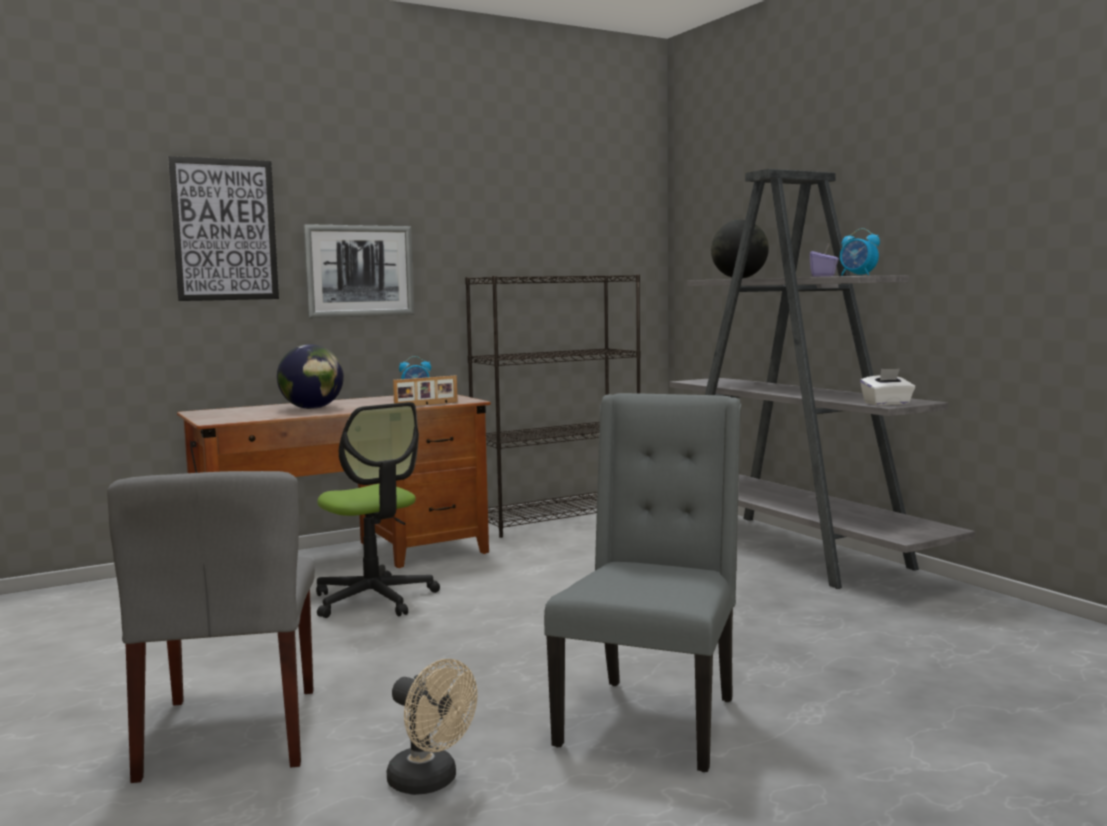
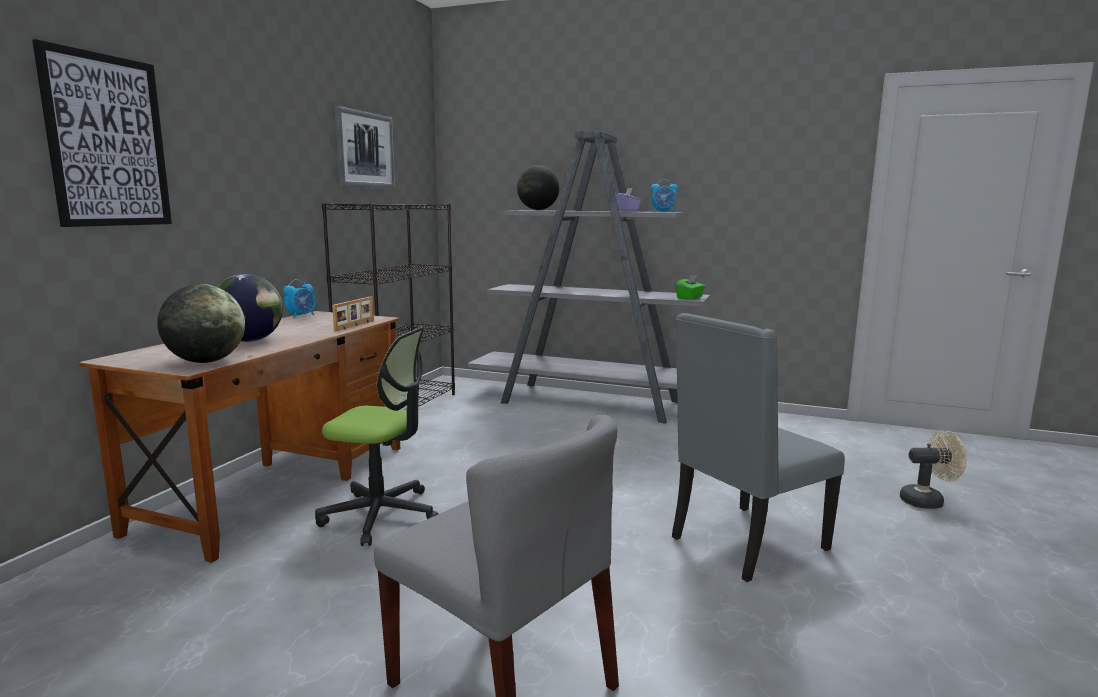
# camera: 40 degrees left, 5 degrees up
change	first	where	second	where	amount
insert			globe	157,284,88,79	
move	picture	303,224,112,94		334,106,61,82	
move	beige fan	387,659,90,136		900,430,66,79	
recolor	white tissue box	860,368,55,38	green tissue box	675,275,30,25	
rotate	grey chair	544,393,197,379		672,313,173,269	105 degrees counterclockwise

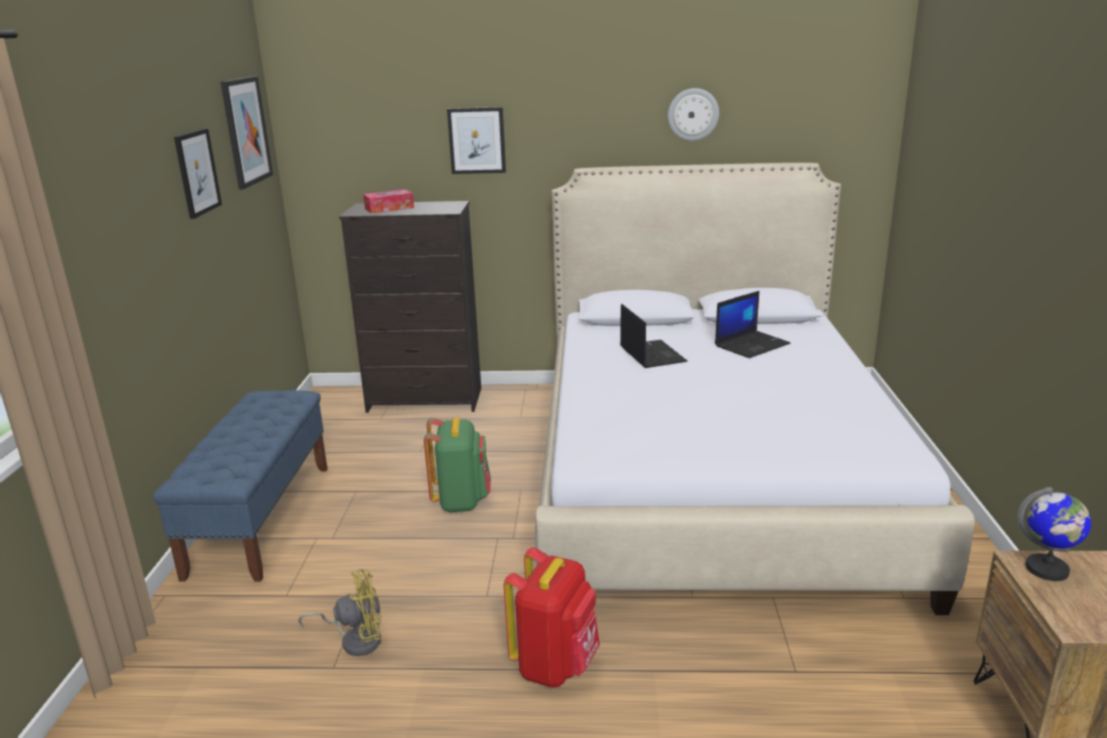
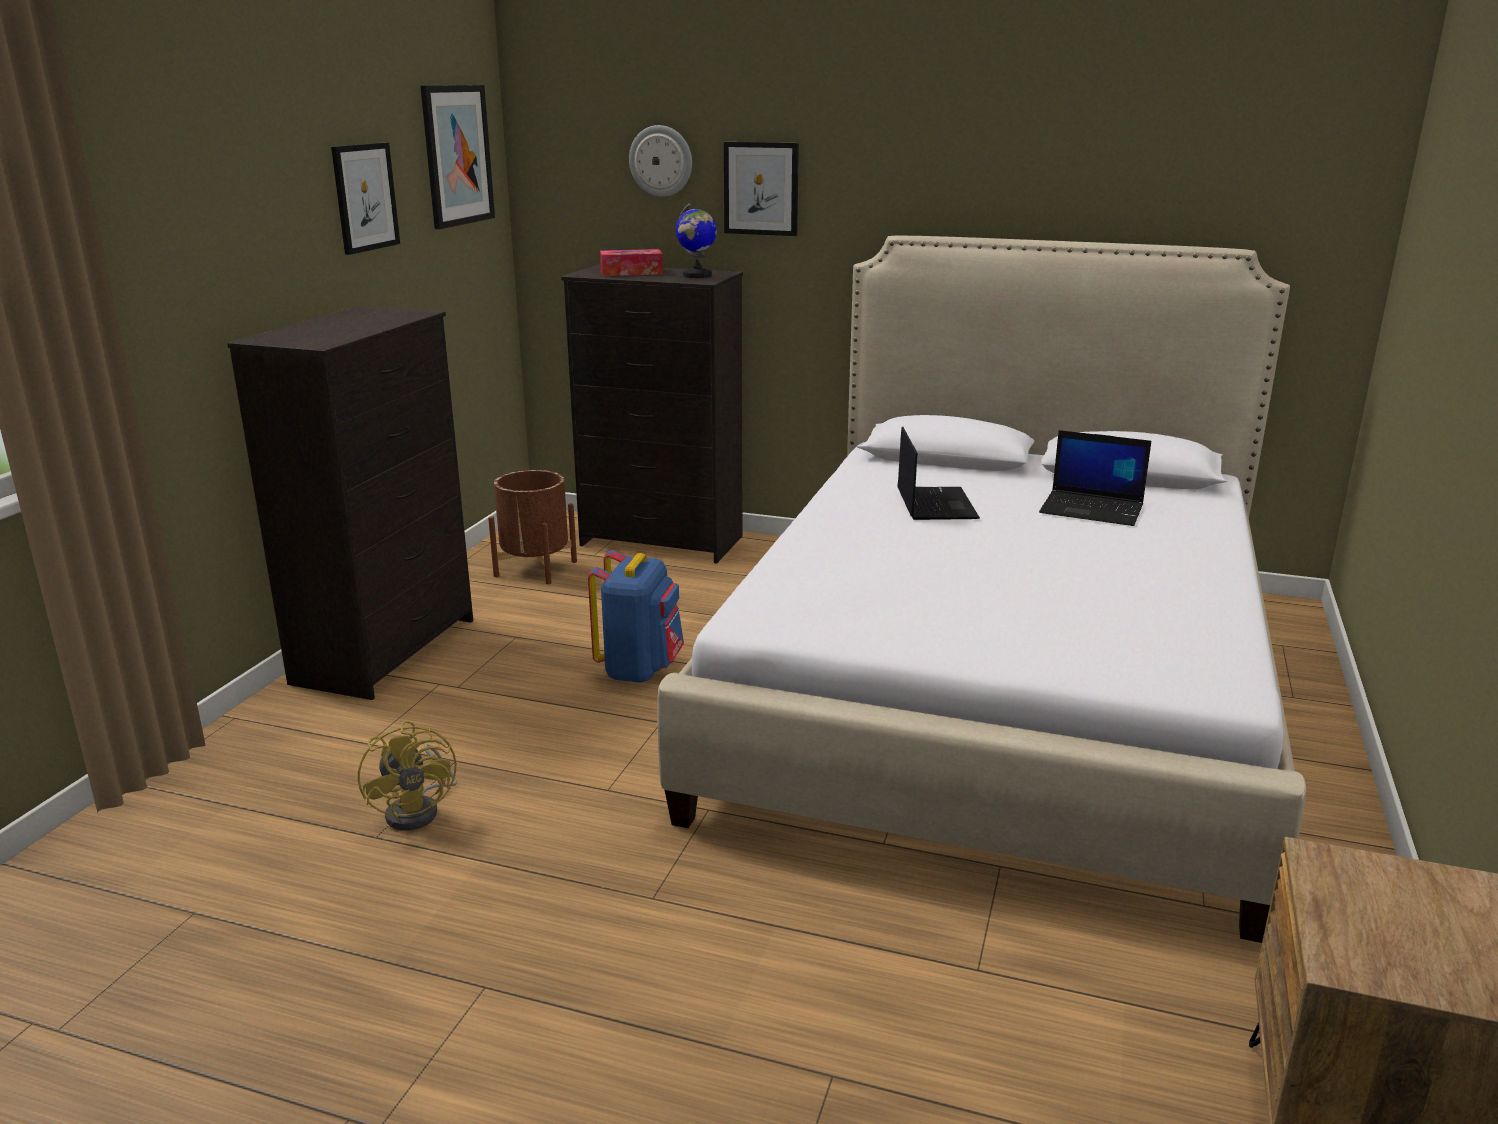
# camera: 15 degrees right, 0 degrees up
change	first	where	second	where	amount
delete	red backpack	504,547,96,141			
insert			brown planter	488,470,89,114	
move	wall clock	668,88,51,53		629,125,63,72	
move	globe	1018,487,73,94		676,203,41,75	
replace	blue bench	153,390,174,192	black dresser	227,306,246,394	
recolor	green backpack	424,417,67,95	blue backpack	588,550,96,133	
rotate	yellow fan	298,569,83,87		358,721,99,110	60 degrees clockwise
rotate	laptop	715,291,75,67		1039,430,112,96	45 degrees clockwise

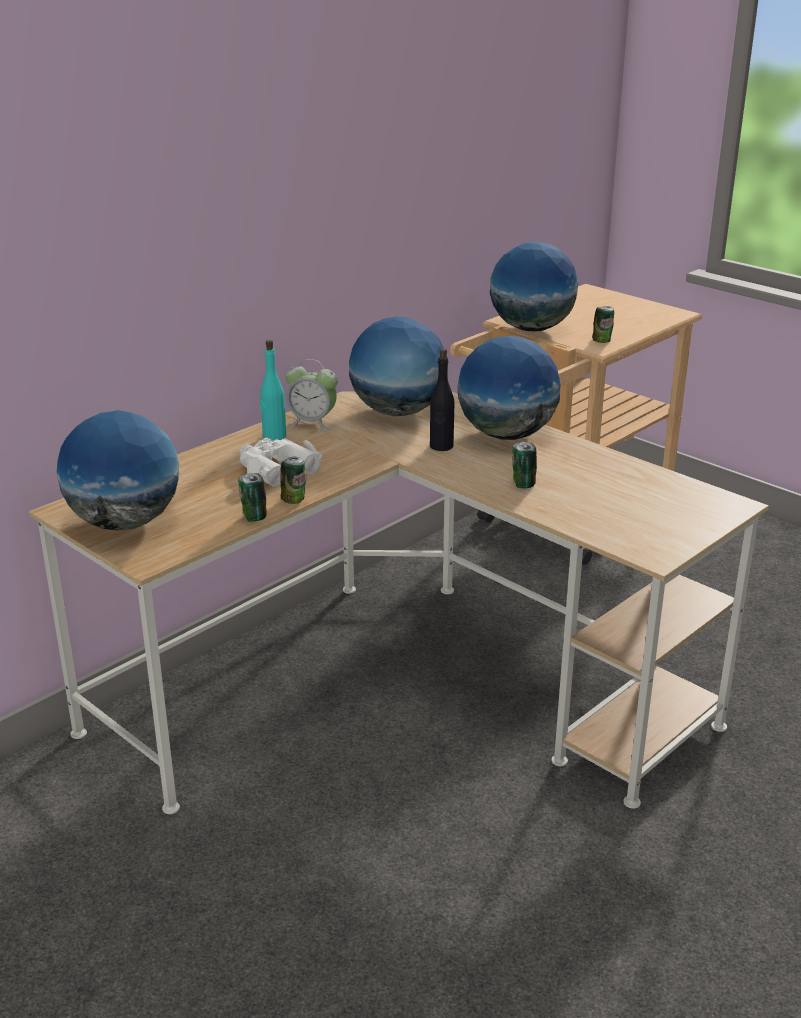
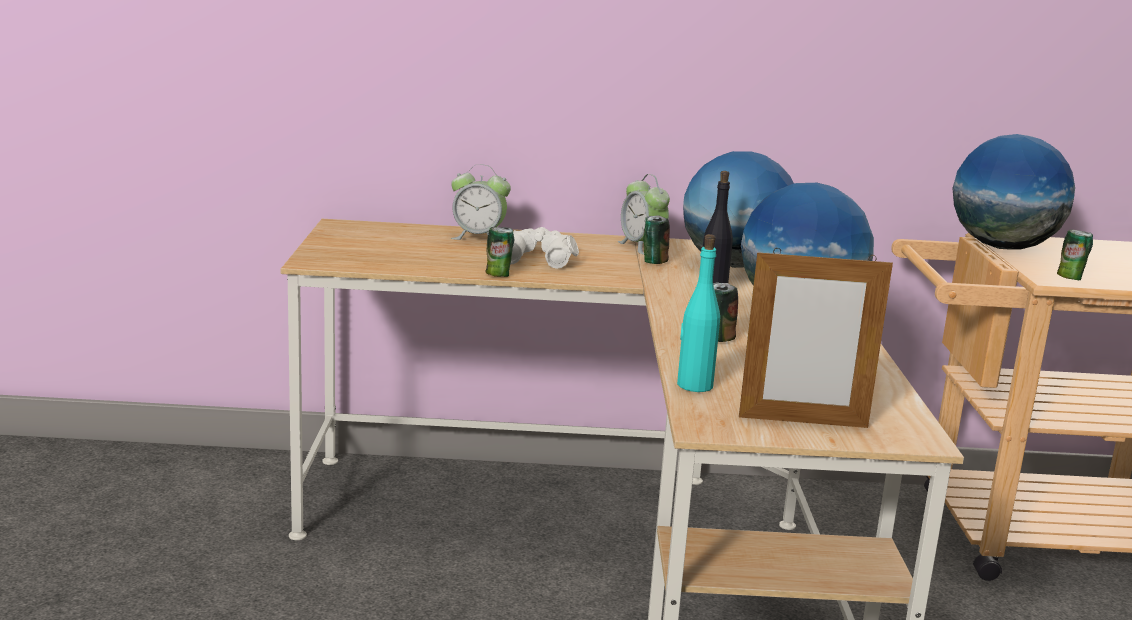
# camera: 45 degrees right, 10 degrees down
change	first	where	second	where	amount
delete	globe	57,410,122,120			
insert			alarm clock	451,164,60,76	
insert			picture frame	739,248,154,180	
move	can	238,473,29,49		643,215,27,49	
move	turquoise bottle	260,340,26,101		677,234,43,158	

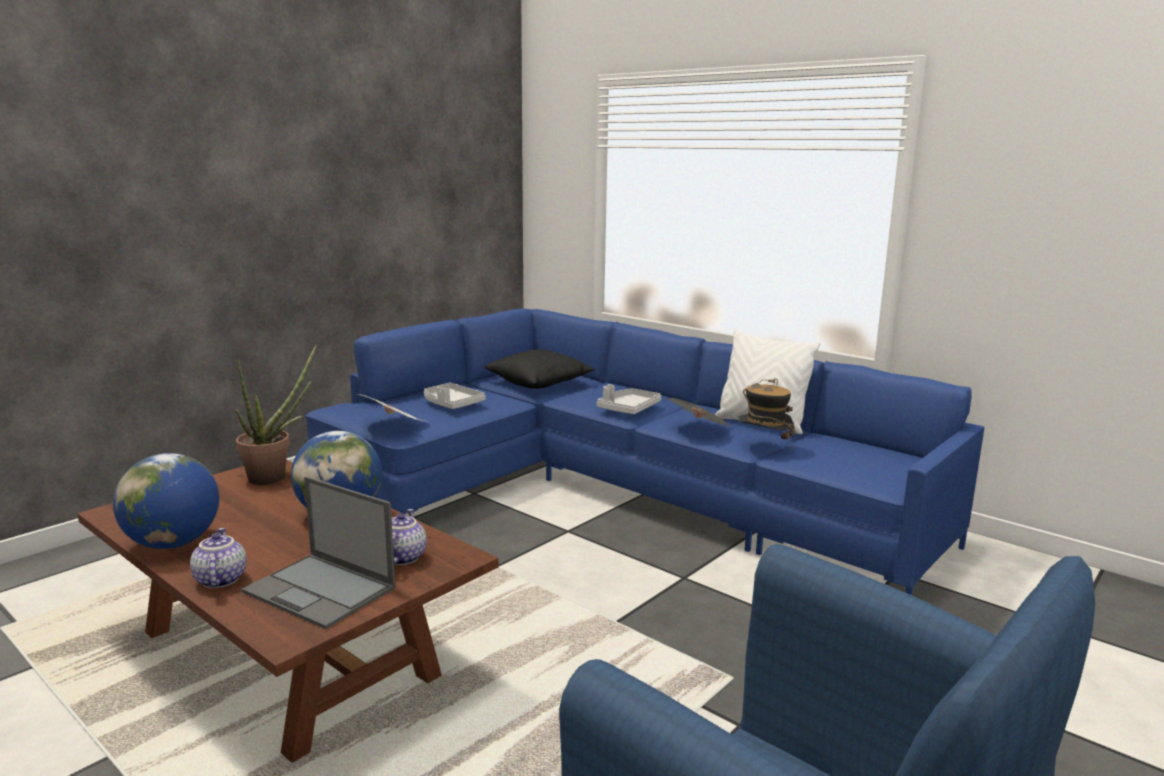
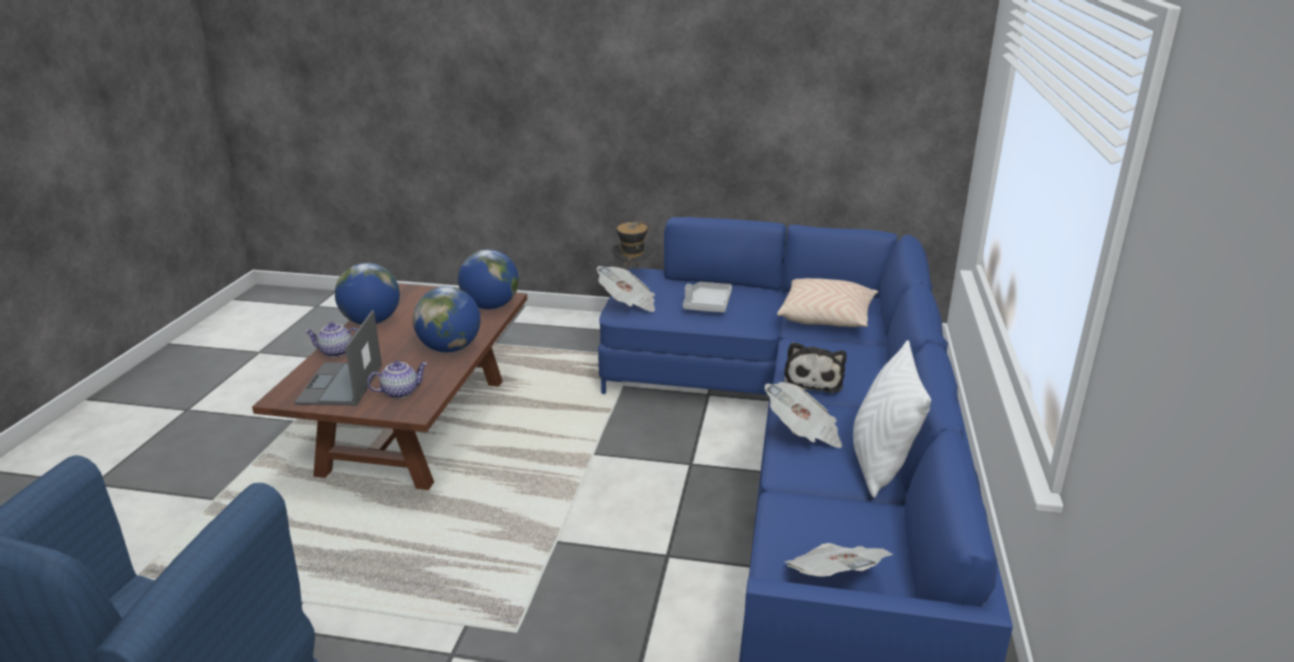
# camera: 60 degrees right, 10 degrees up
change	first	where	second	where	amount
insert			newspaper	785,543,108,34	
move	hat	738,379,57,72		612,220,41,59	
replace	potted plant	235,344,82,141	globe	458,249,61,60	
replace	grey tray	597,384,64,30	plush toy	784,342,62,51	
recolor	black pillow	485,349,110,40	beige pillow	777,278,101,49	
rotate	teapot	190,528,57,60		305,322,53,35	135 degrees counterclockwise

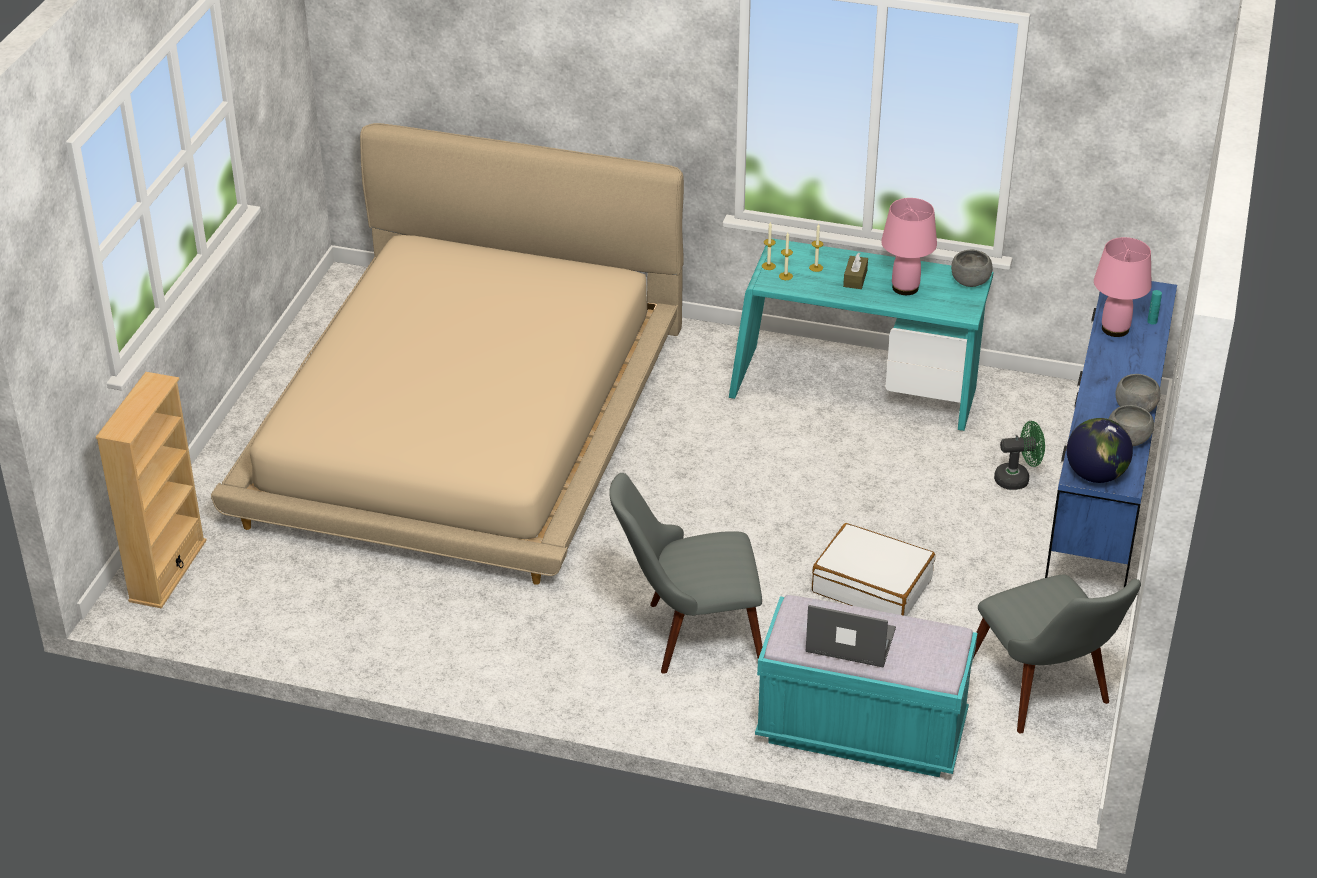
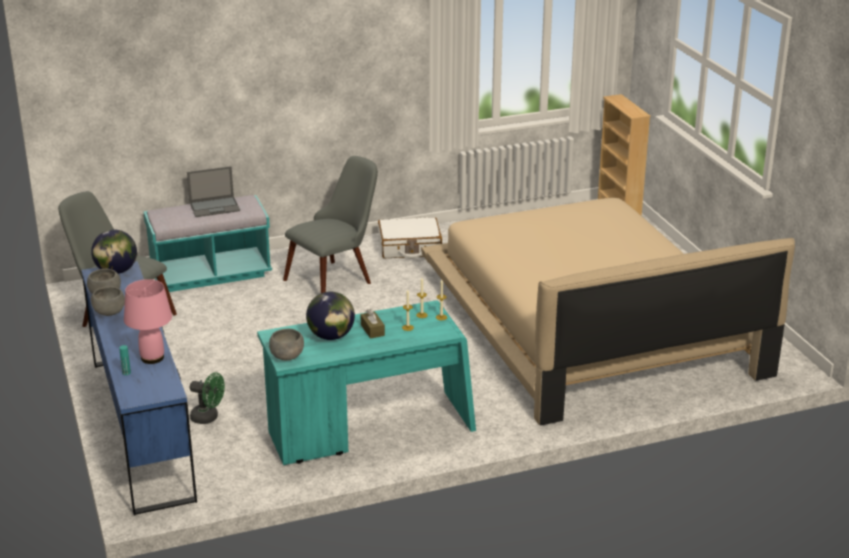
# camera: 145 degrees right, 10 degrees down
change	first	where	second	where	amount
move	white suitcase	812,523,123,93		378,217,64,42	
replace	pink table lamp	881,198,56,97	globe	306,292,49,48	
rotate	green fan	994,421,51,69		190,372,35,52	120 degrees counterclockwise

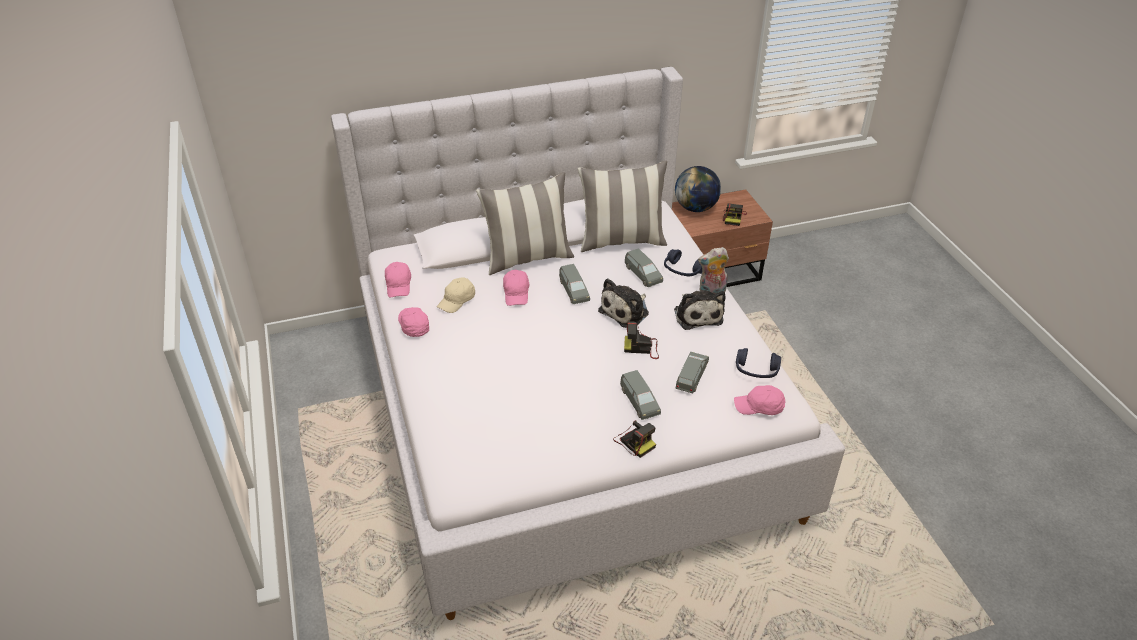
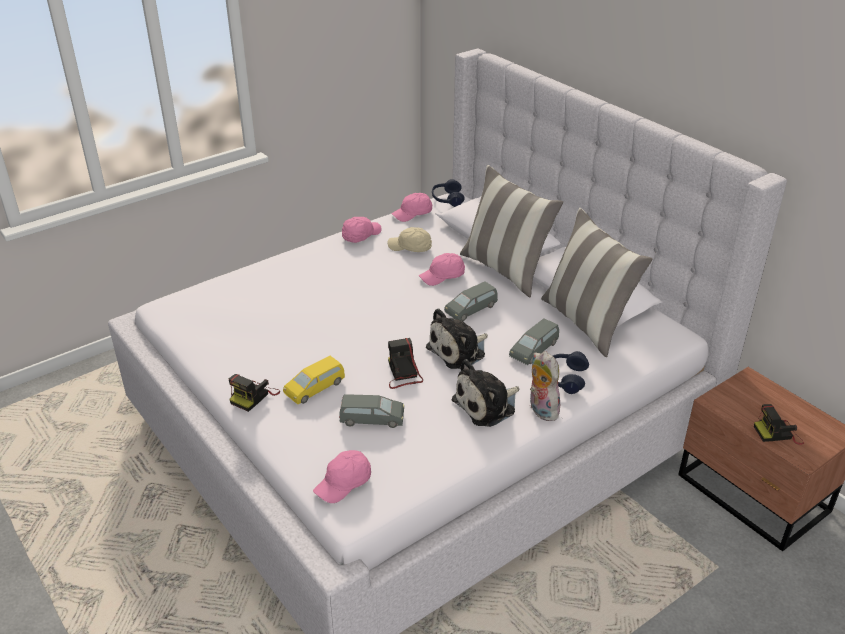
# camera: 70 degrees right, 5 degrees down
change	first	where	second	where	amount
delete	globe	675,166,46,46			
move	blue headphones	736,348,45,30		432,179,33,28	
recolor	grey toy car	620,370,41,50	yellow toy car	283,356,62,49	
rotate	plush toy	598,278,51,50		426,308,62,61	60 degrees counterclockwise
rotate	pink cap	734,385,52,30		313,450,58,53	120 degrees counterclockwise

